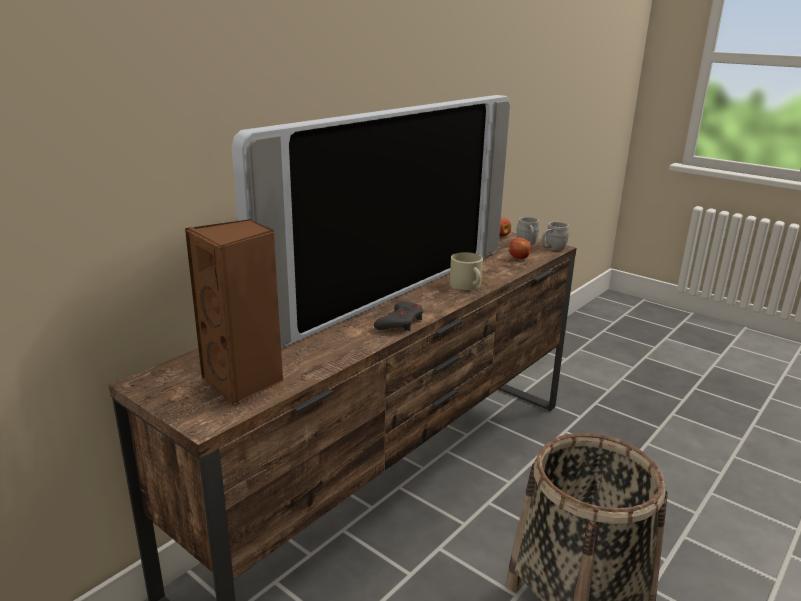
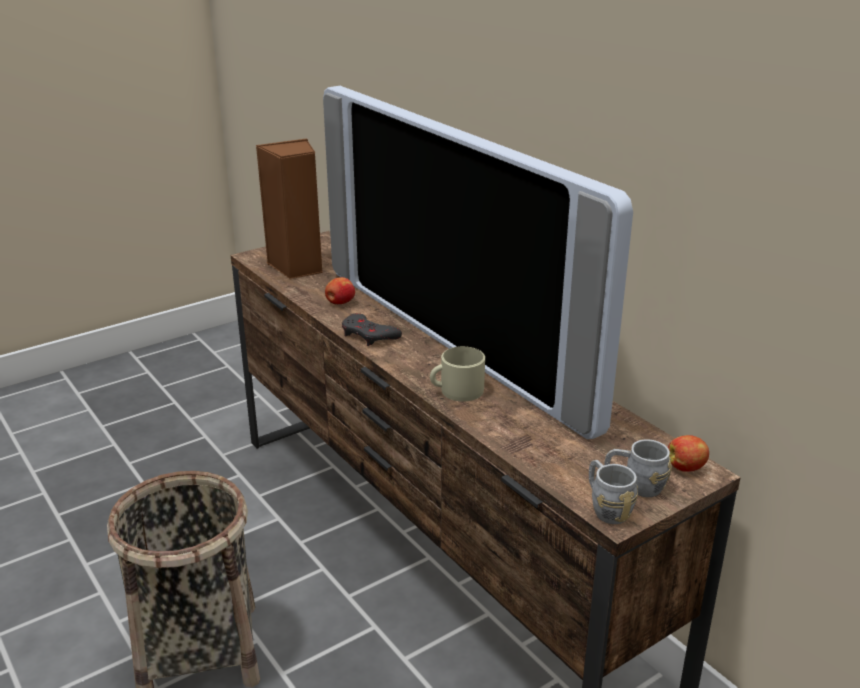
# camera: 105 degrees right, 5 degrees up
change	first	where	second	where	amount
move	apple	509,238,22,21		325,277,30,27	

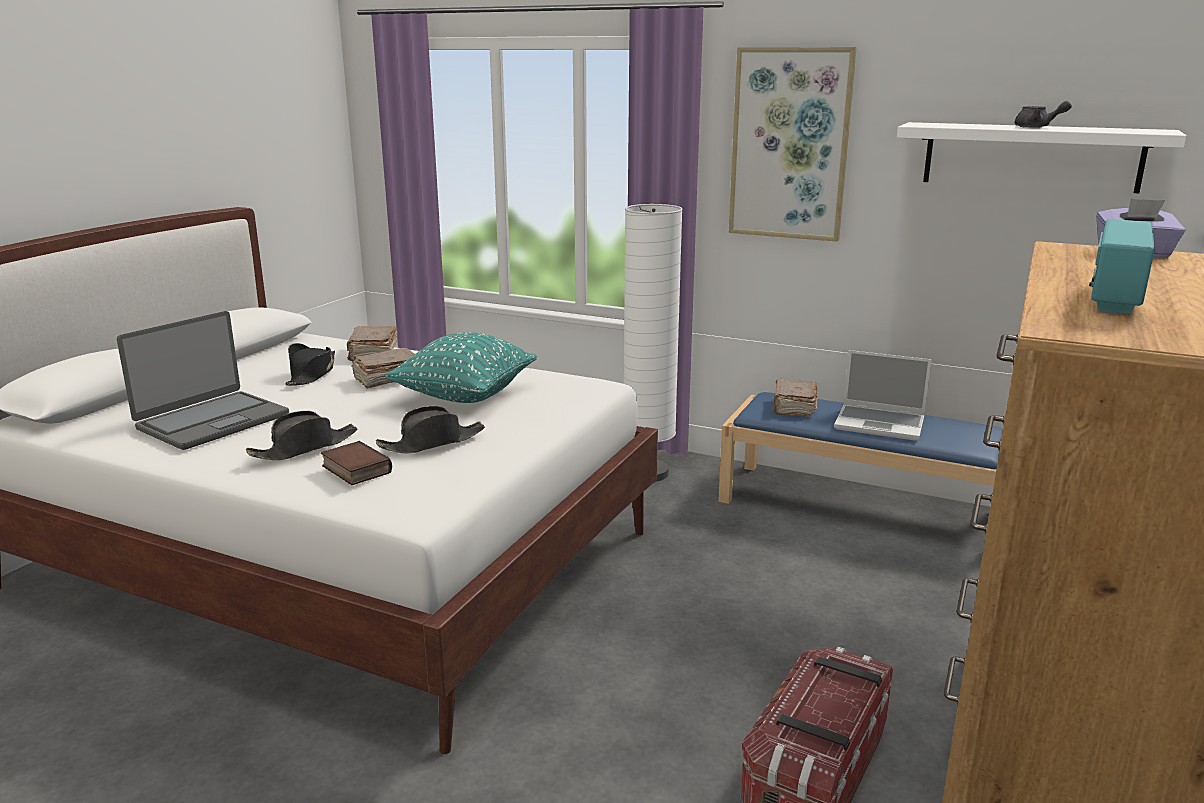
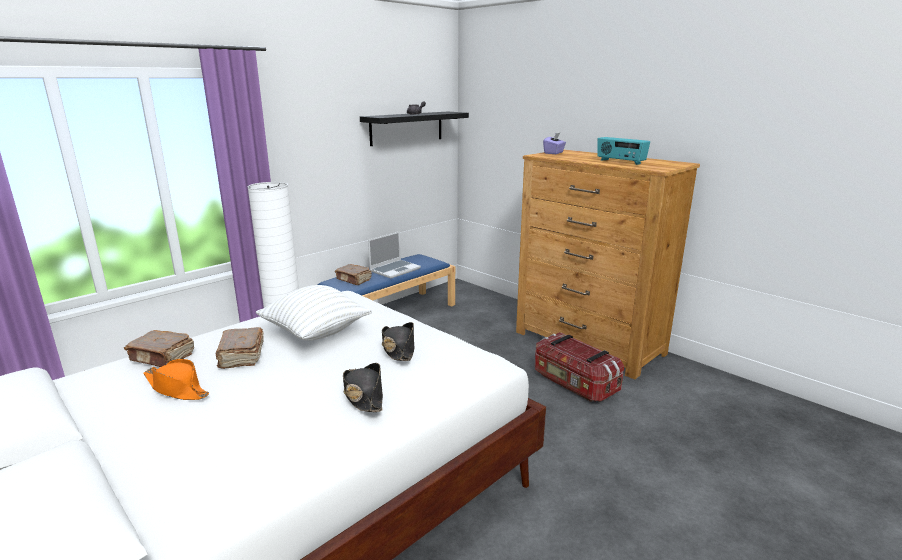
# camera: 70 degrees left, 0 degrees up
change	first	where	second	where	amount
delete	laptop	117,311,172,139			
delete	book	321,441,71,44			
delete	picture	729,47,128,195			
recolor	black hat	285,343,50,43	orange hat	143,359,66,41	
recolor	turquoise pillow	385,332,152,71	white pillow	256,285,116,56	
recolor	white shelf	897,122,290,72	black shelf	360,112,109,34	

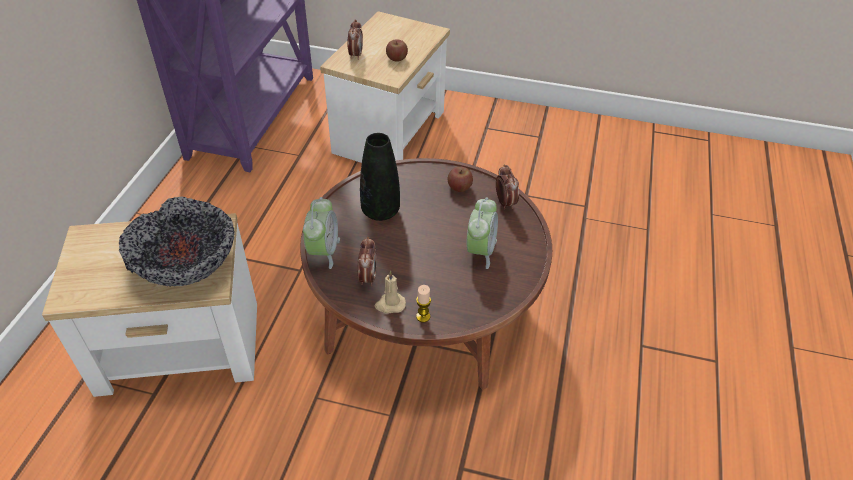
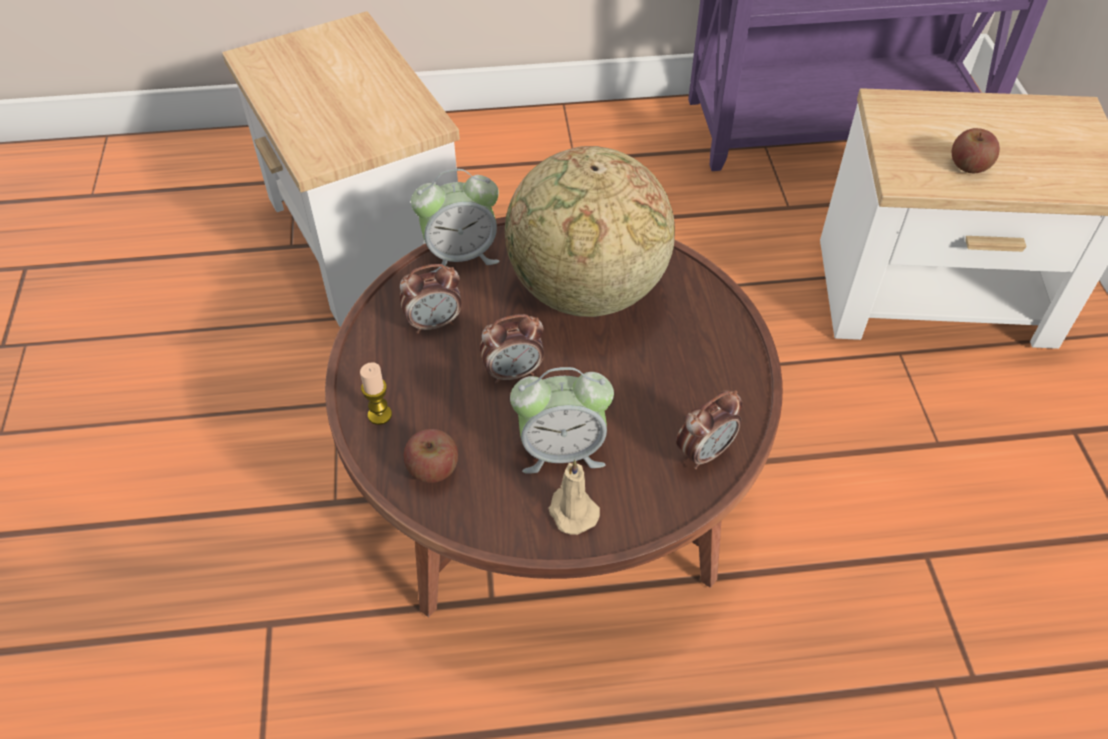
# camera: 70 degrees right, 5 degrees up
change	first	where	second	where	amount
delete	bowl	119,197,115,90			
move	alarm clock	347,19,16,41		480,314,64,70	
move	beige candle	375,271,31,43		548,460,52,75	
move	apple	448,167,25,25		404,429,54,54	
replace	black vase	360,133,40,88	globe	505,146,170,171	

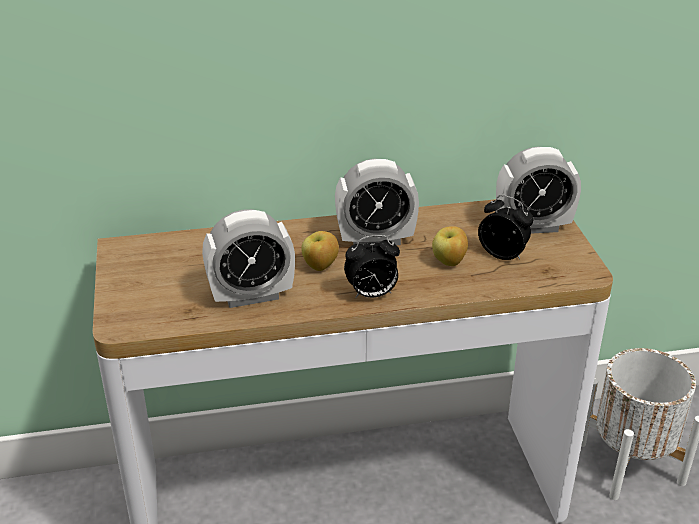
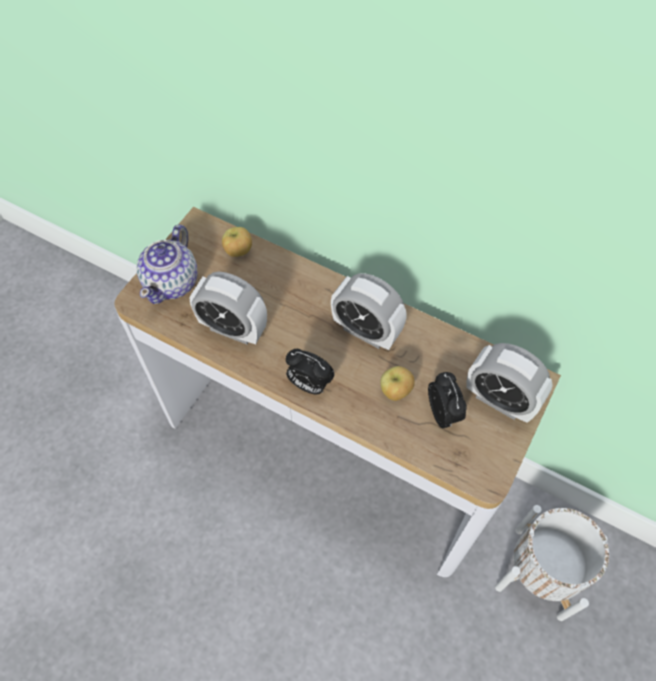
# camera: 40 degrees right, 25 degrees up
change	first	where	second	where	amount
insert			teapot	137,224,61,80	
move	apple	301,231,38,40		222,227,30,30	

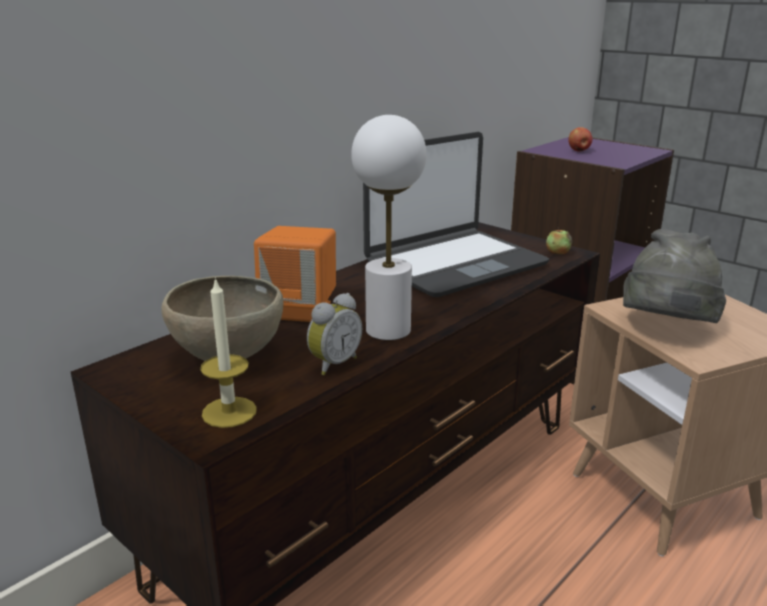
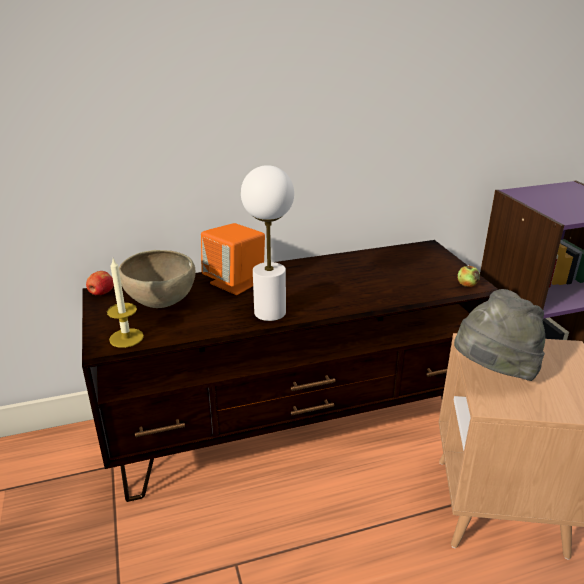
# camera: 30 degrees right, 5 degrees up
change	first	where	second	where	amount
delete	alarm clock	307,293,55,82			
delete	laptop	363,132,186,165			
move	apple	568,127,25,25		86,271,28,24	

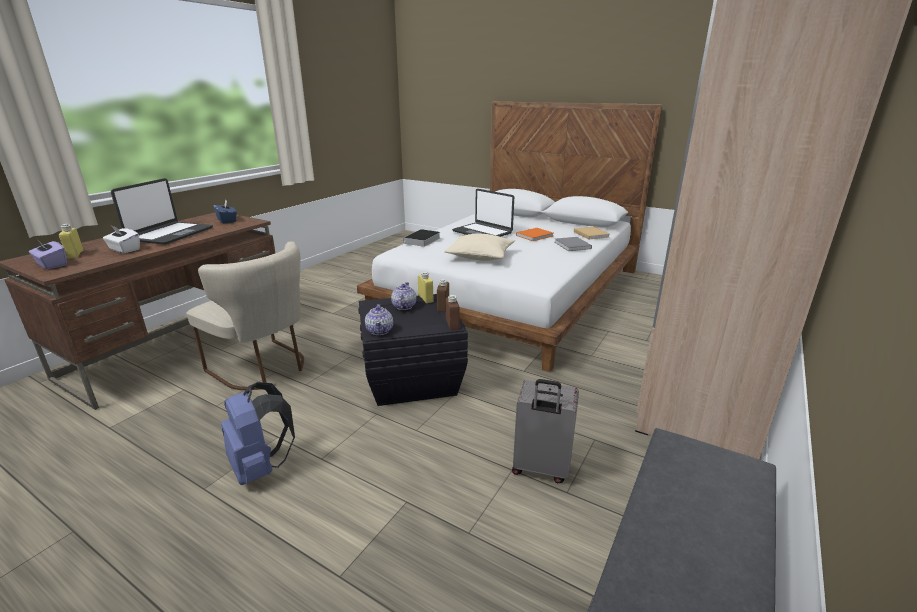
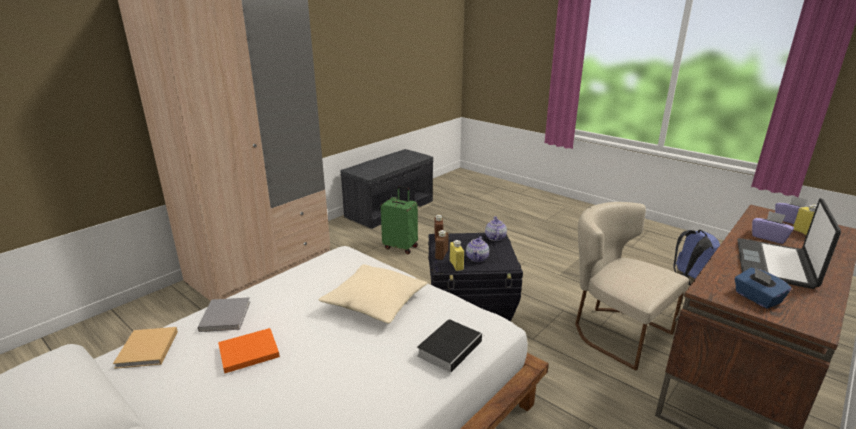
# camera: 170 degrees left, 0 degrees up
change	first	where	second	where	amount
delete	laptop	452,189,62,48			
move	blue backpack	221,382,74,103		673,230,47,55	
recolor	white tissue box	103,226,37,27	purple tissue box	752,211,42,33	
recolor	grey suitcase	512,379,67,104	green suitcase	381,186,37,68	

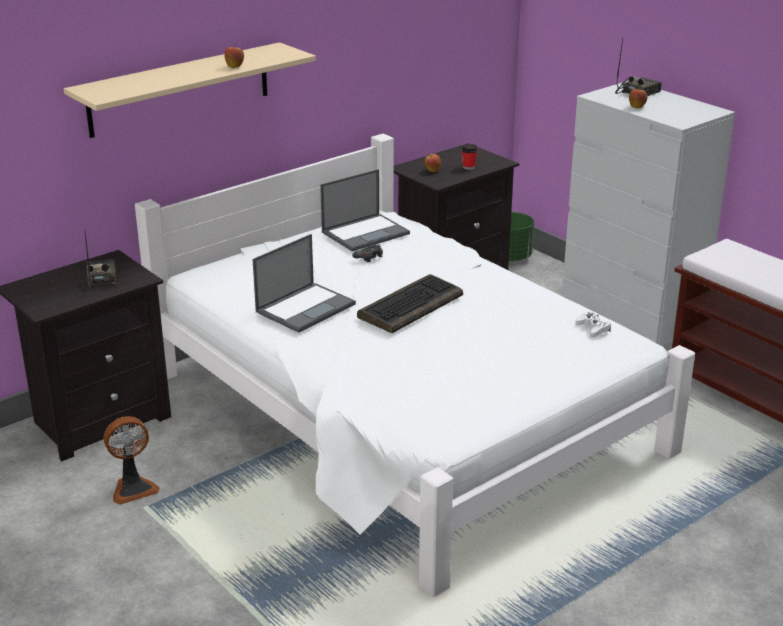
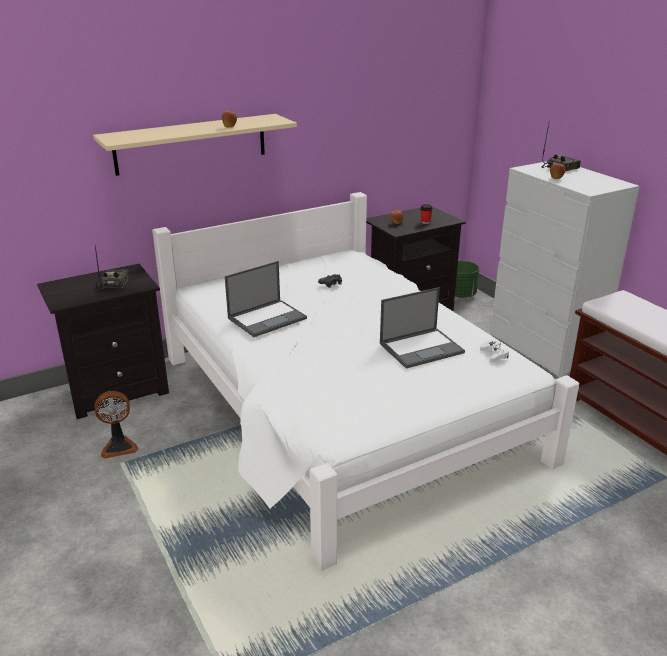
# camera: 10 degrees right, 0 degrees up
change	first	where	second	where	amount
delete	keyboard	357,274,106,59			
move	laptop	320,169,90,83		380,287,85,82	

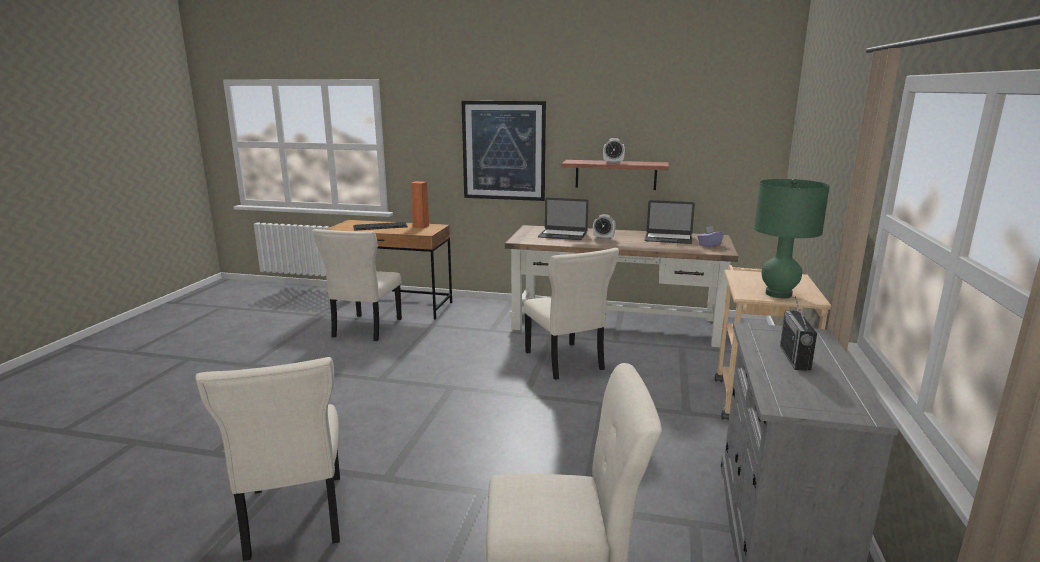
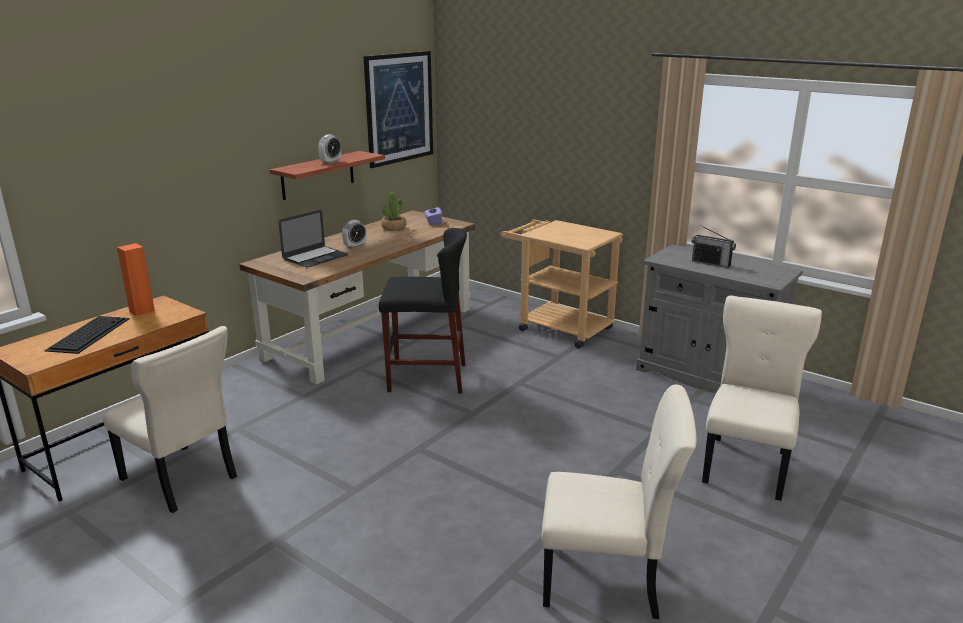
# camera: 65 degrees left, 5 degrees up
change	first	where	second	where	amount
delete	green table lamp	754,179,76,119			
move	picture	462,101,84,100		363,51,70,117	
replace	beige chair	524,248,95,132	black stool	379,228,88,166	
replace	laptop	645,200,50,44	potted plant	381,192,25,39	

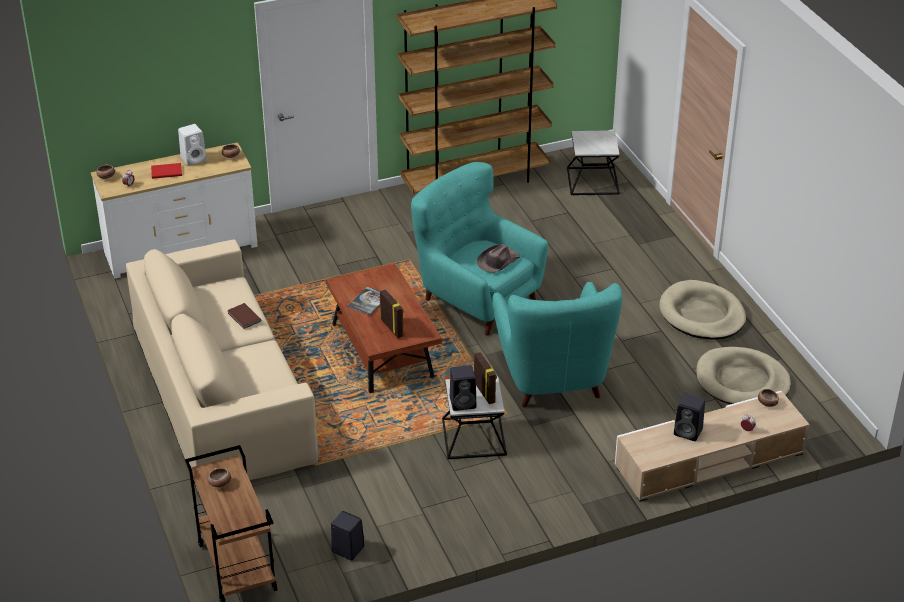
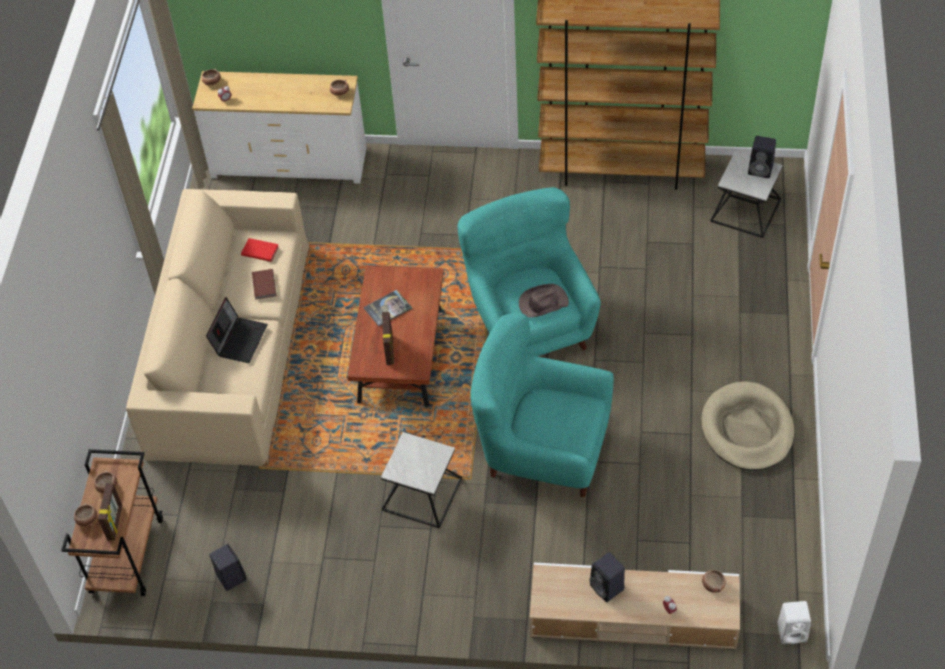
# camera: 30 degrees right, 15 degrees up
change	first	where	second	where	amount
delete	beige dog bed	696,347,95,57			
insert			bowl	74,503,23,23	
insert			laptop	206,297,62,66	
move	red book	151,163,31,16		241,238,38,24	
move	white speaker	178,124,29,42		777,601,34,43	
move	black speaker	450,365,26,46		748,136,28,42	
move	picture frame	474,352,23,52		98,483,24,58	
rotate	turquoise armchair	492,282,131,125		471,313,143,184	90 degrees clockwise

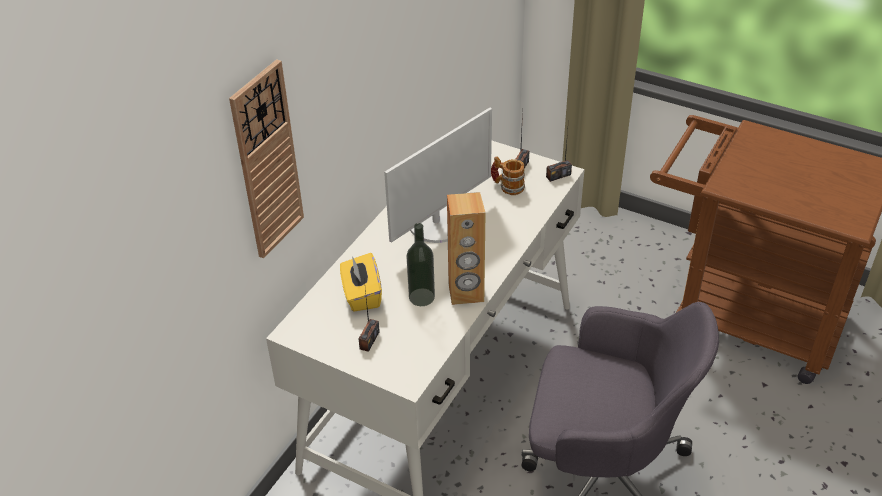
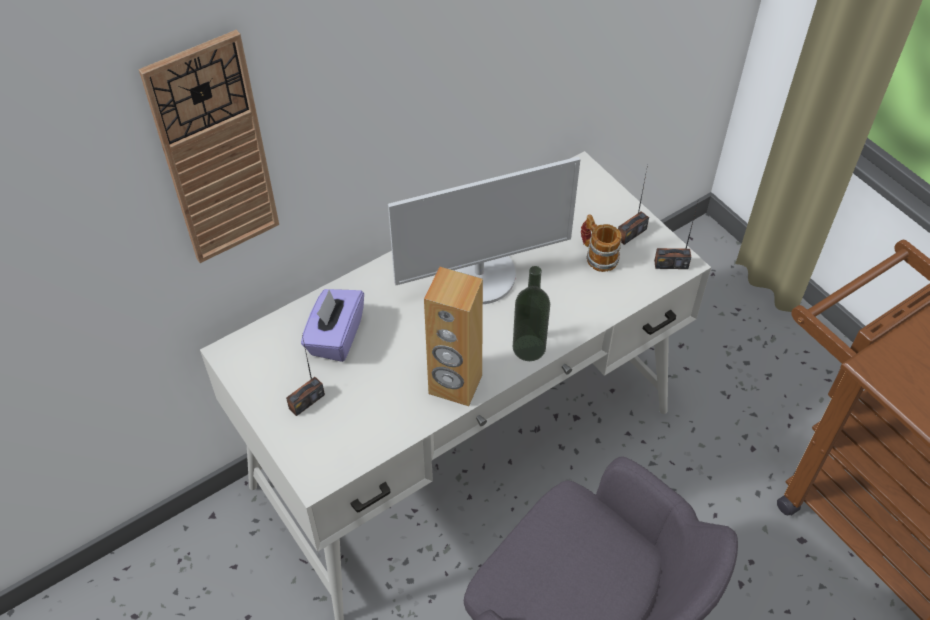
# camera: 25 degrees right, 10 degrees up
change	first	where	second	where	amount
move	bottle	406,223,29,83		513,266,37,95	
recolor	yellow tissue box	340,253,42,59	purple tissue box	301,289,63,73	

